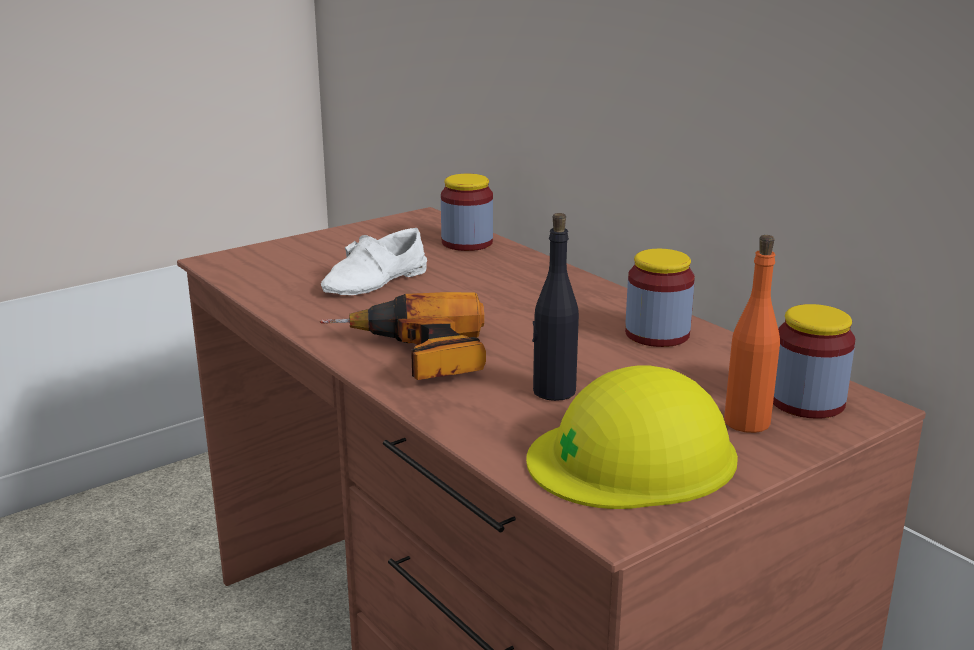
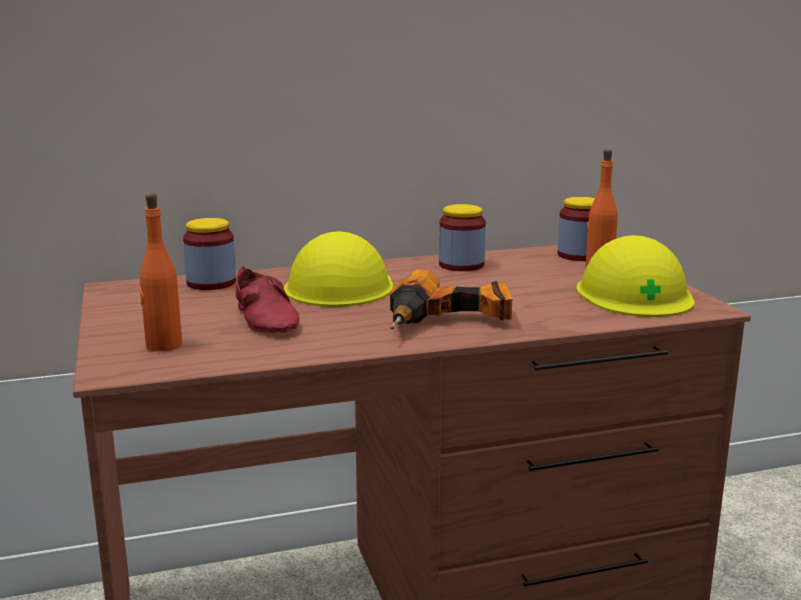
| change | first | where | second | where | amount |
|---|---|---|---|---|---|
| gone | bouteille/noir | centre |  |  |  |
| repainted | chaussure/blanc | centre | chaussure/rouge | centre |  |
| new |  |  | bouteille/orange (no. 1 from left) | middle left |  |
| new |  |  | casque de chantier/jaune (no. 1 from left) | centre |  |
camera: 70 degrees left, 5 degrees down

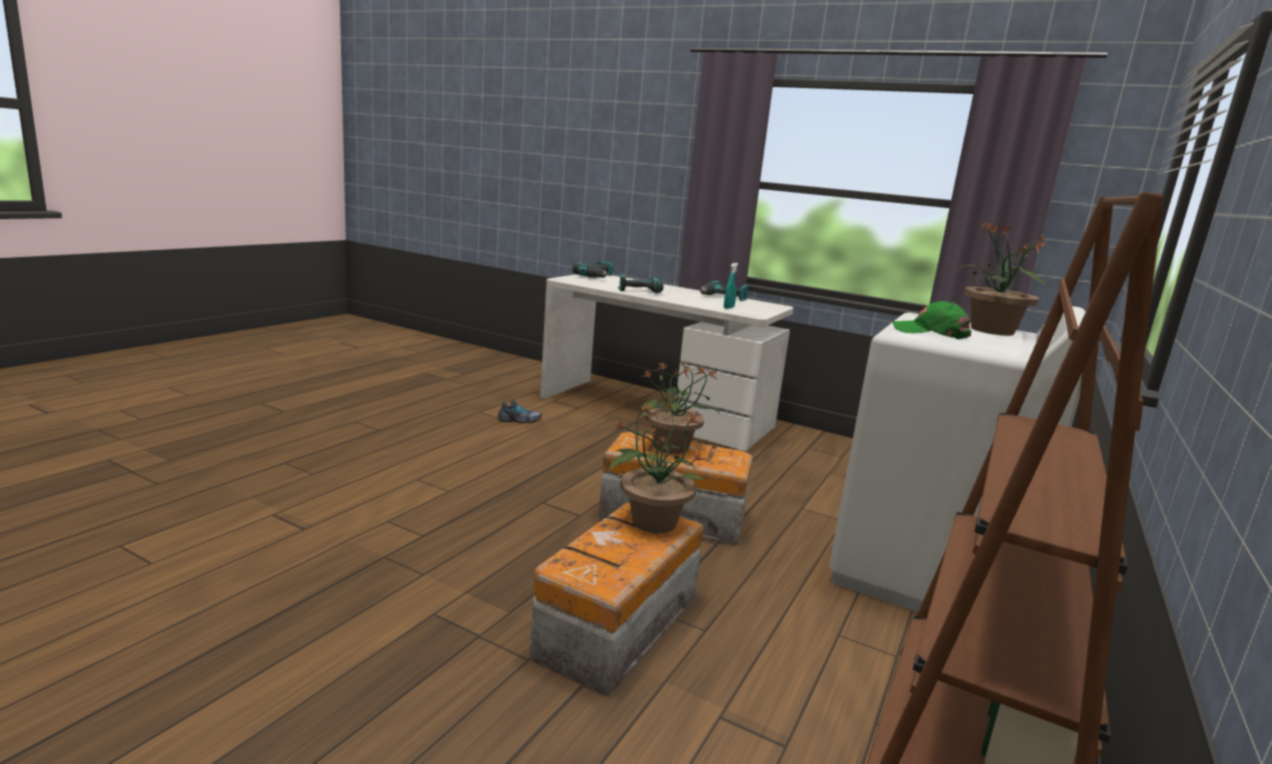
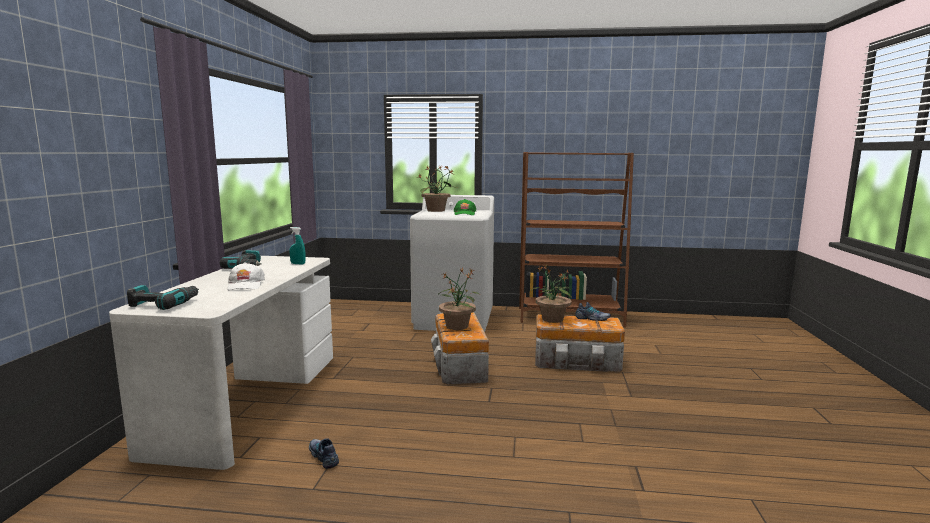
| change | first | where | second | where | amount |
|---|---|---|---|---|---|
| swapped | perceuse (no. 2 from left) | centre | casquette/blanc | middle left |  |
| new |  |  | chaussure (no. 2 from left) | centre |  |
camera: 110 degrees left, 5 degrees down

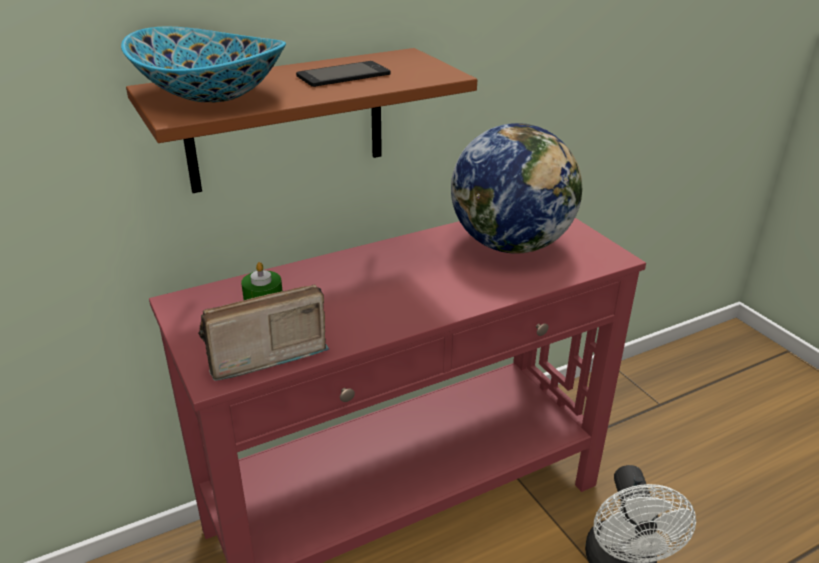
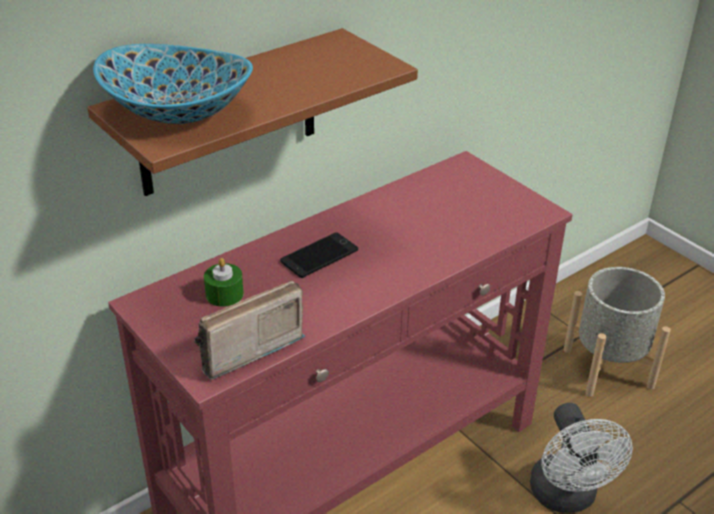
| change | first | where | second | where | amount |
|---|---|---|---|---|---|
| shifted | téléphone | top centre |  | centre |  |
| gone | globe | centre |  |  |  |
| new |  |  | cache-pot/gris | middle right |  |
camera: 10 degrees left, 5 degrees up

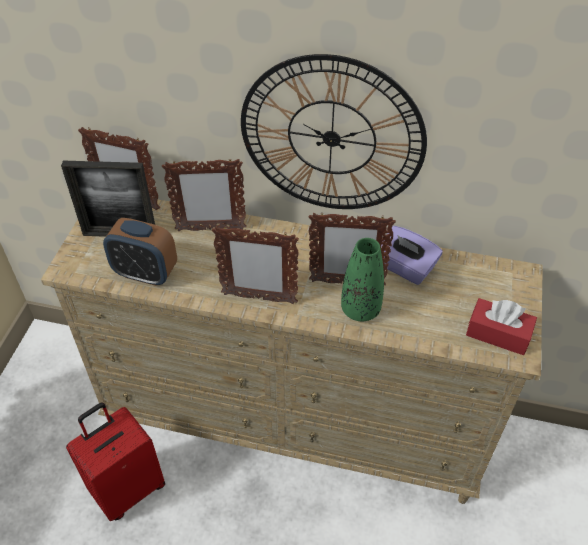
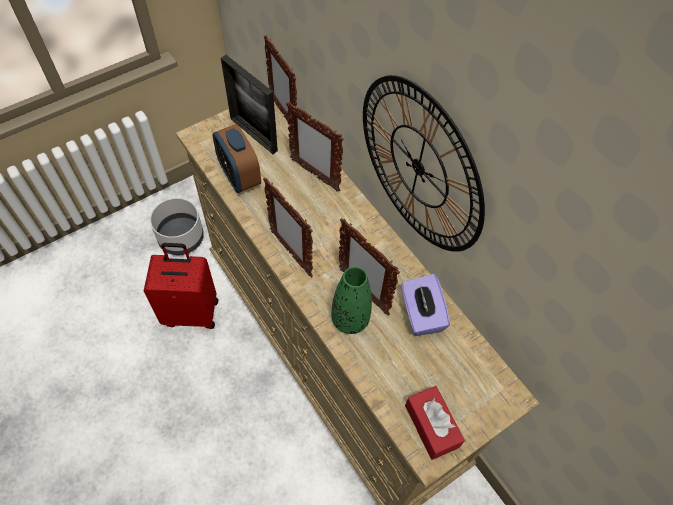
| change | first | where | second | where | amount |
|---|---|---|---|---|---|
| new |  |  | cache-pot/gris | middle left |  |
camera: 40 degrees right, 10 degrees up

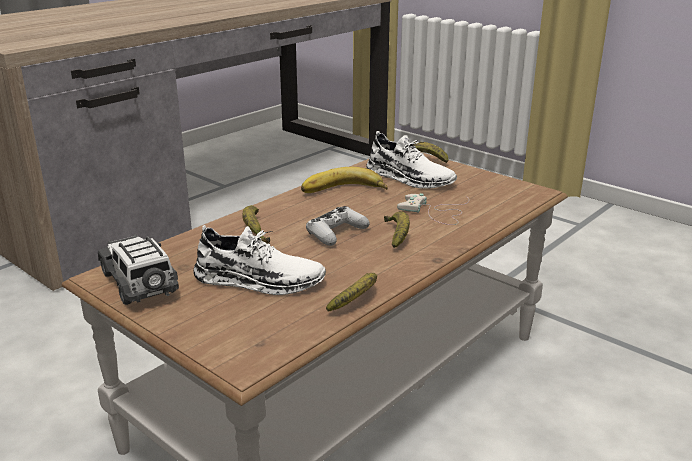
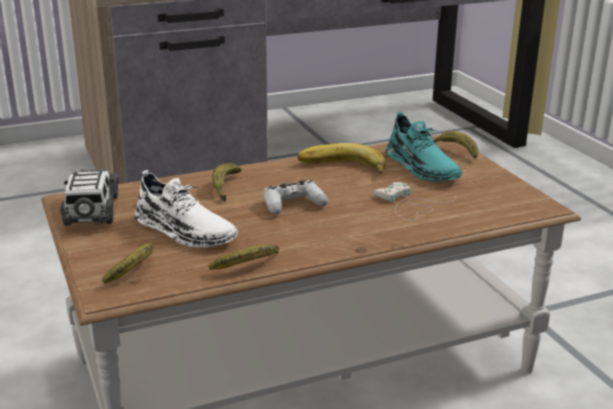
| change | first | where | second | where | amount |
|---|---|---|---|---|---|
| repainted | chaussure/blanc (no. 2 from left) | centre | chaussure/turquoise | middle right |  |
| shifted | banane (no. 4 from left in the first image) | centre | banane (no. 1 from left) | middle left |  |
camera: 25 degrees right, 0 degrees up

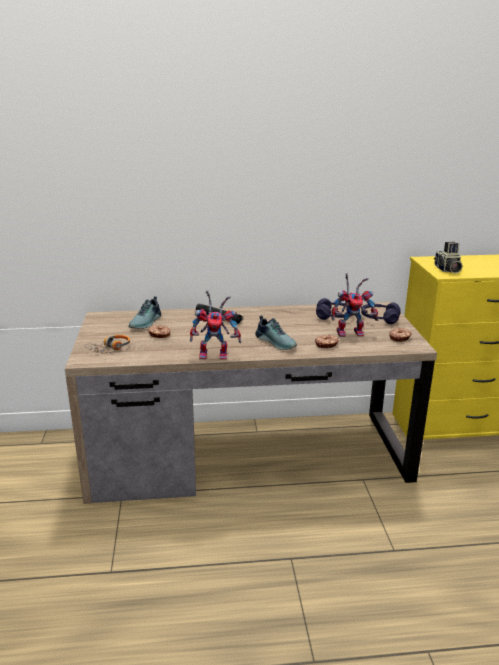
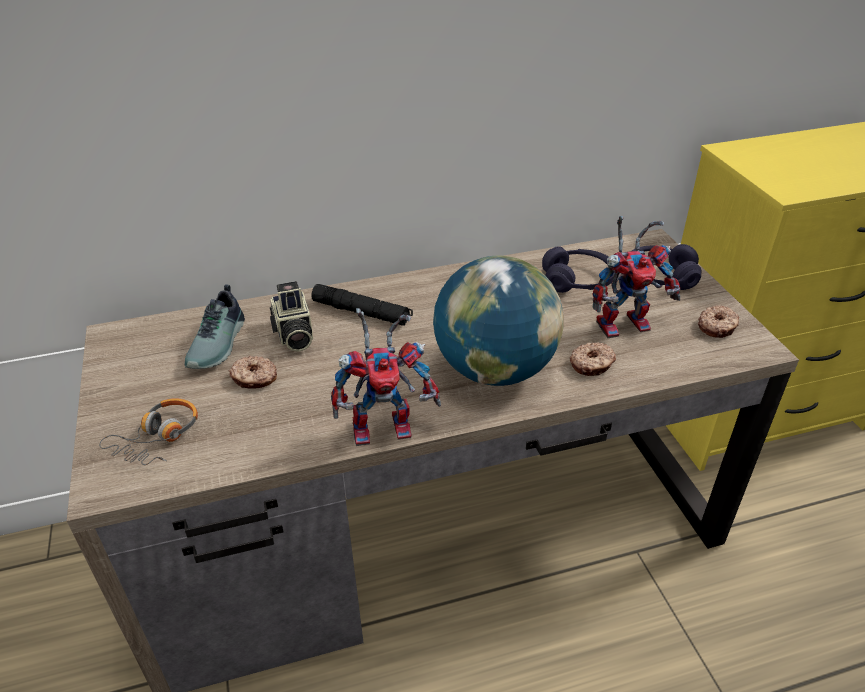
| change | first | where | second | where | amount |
|---|---|---|---|---|---|
| shifted | appareil photo | middle right |  | centre |  |
| swapped | chaussure (no. 2 from left) | centre | globe | centre |  |
camera: 10 degrees left, 15 degrees up

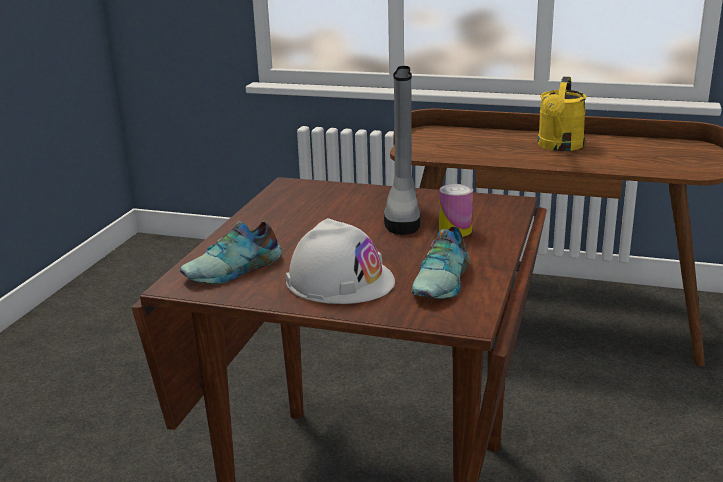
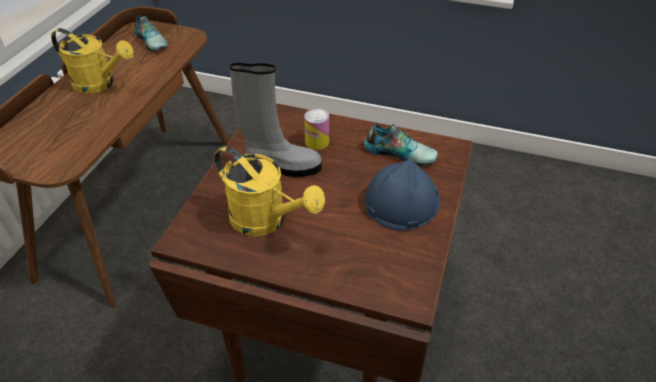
| change | first | where | second | where | amount |
|---|---|---|---|---|---|
| repainted | casque de chantier/blanc | centre | casque de chantier/bleu | centre |  |
| shifted | chaussure (no. 1 from left) | middle left |  | top left |  |
| new |  |  | arrosoir/jaune (no. 2 from left) | centre |  |
camera: 90 degrees left, 20 degrees up

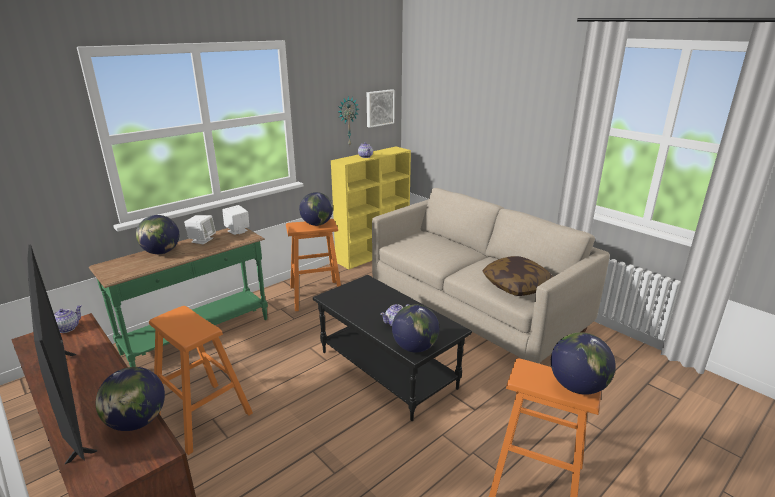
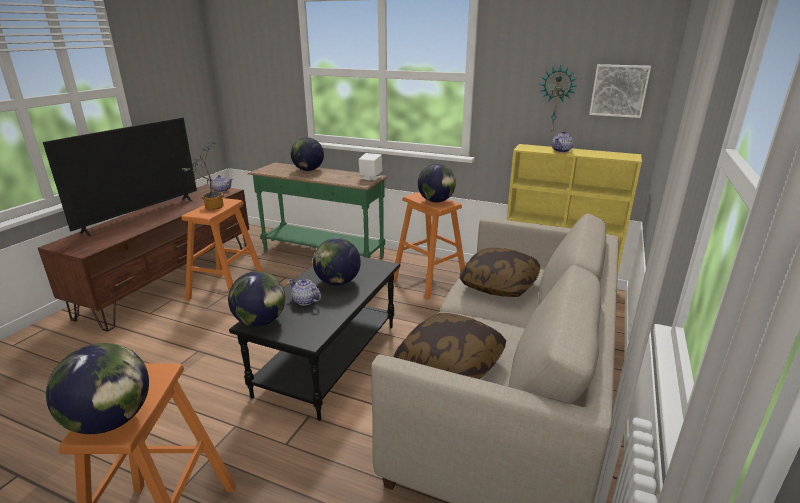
| change | first | where | second | where | amount |
|---|---|---|---|---|---|
| gone | enceinte/blanc (no. 1 from left) | middle left |  |  |  |
| shifted | globe (no. 1 from left in the first image) | bottom left | globe (no. 4 from left) | centre |  |
| new |  |  | plante en pot | middle left |  |
| new |  |  | coussin (no. 2 from left) | centre |  |
camera: 65 degrees right, 0 degrees up

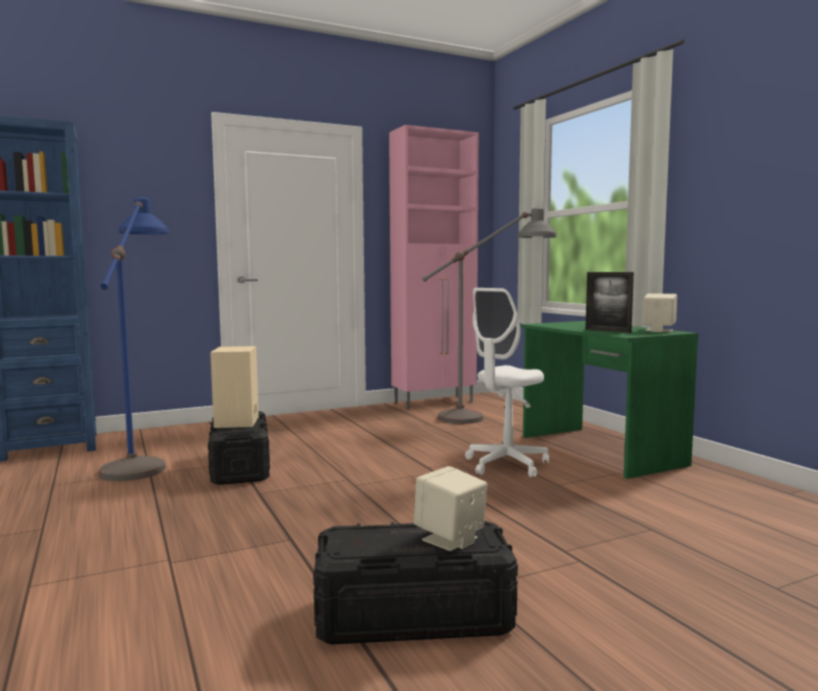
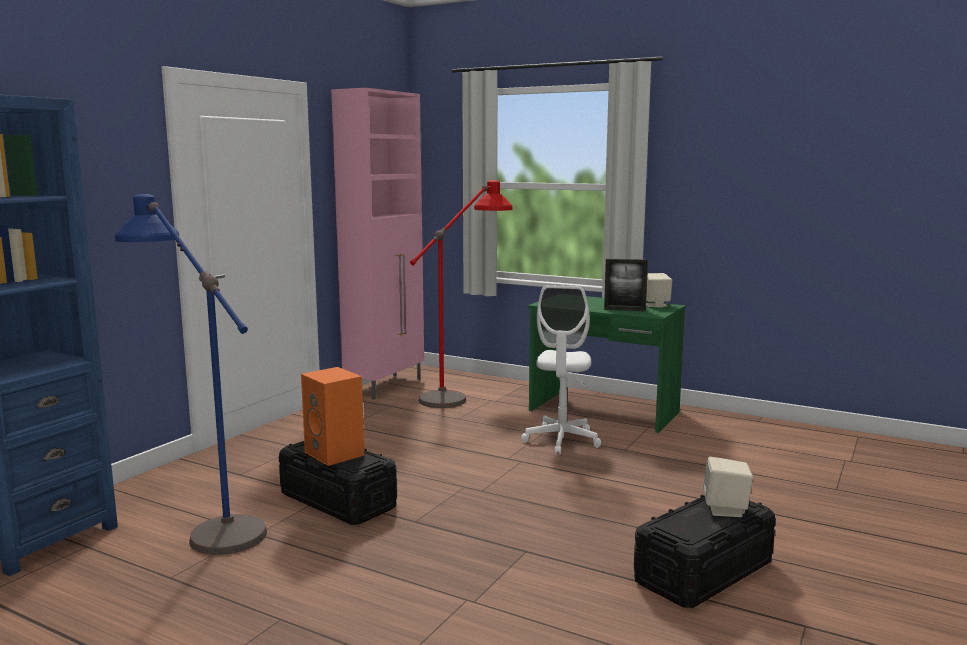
| change | first | where | second | where | amount |
|---|---|---|---|---|---|
| repainted | lampadaire/gris | centre | lampadaire/rouge | centre |  |
| repainted | enceinte/beige (no. 1 from left) | middle left | enceinte/orange | centre |  |
camera: 35 degrees left, 5 degrees up

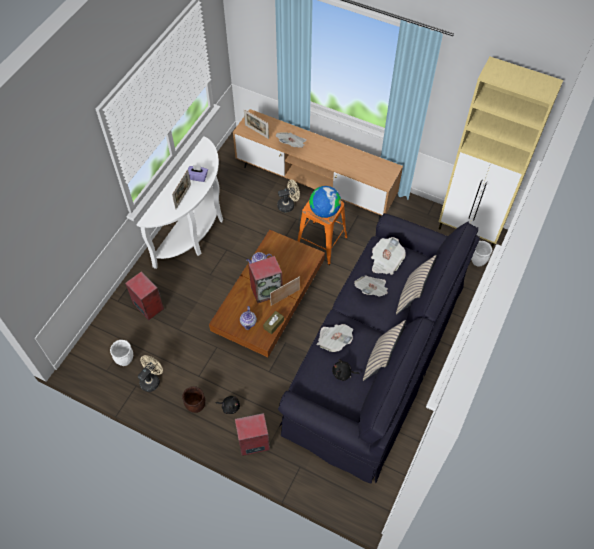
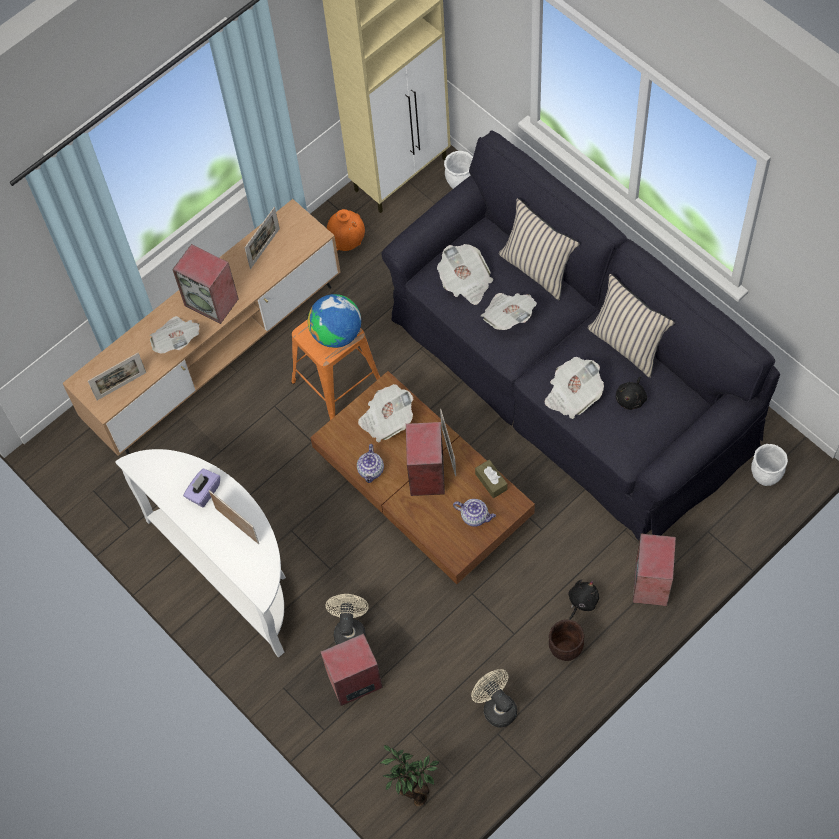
| change | first | where | second | where | amount |
|---|---|---|---|---|---|
| shifted | ventilateur/beige (no. 2 from left in the first image) | centre | ventilateur/beige (no. 1 from left) | bottom centre |  |
| shifted | cache-pot/blanc (no. 1 from left in the first image) | middle left | cache-pot/blanc (no. 2 from left) | middle right |  |
| new |  |  | cadre photo (no. 3 from left) | top left |  |
| new |  |  | vase/orange | top centre |  |
| new |  |  | enceinte (no. 1 from left) | middle left |  |
| new |  |  | journal (no. 2 from left) | centre |  |
| new |  |  | plante en pot | bottom centre |  |
camera: 65 degrees left, 5 degrees up

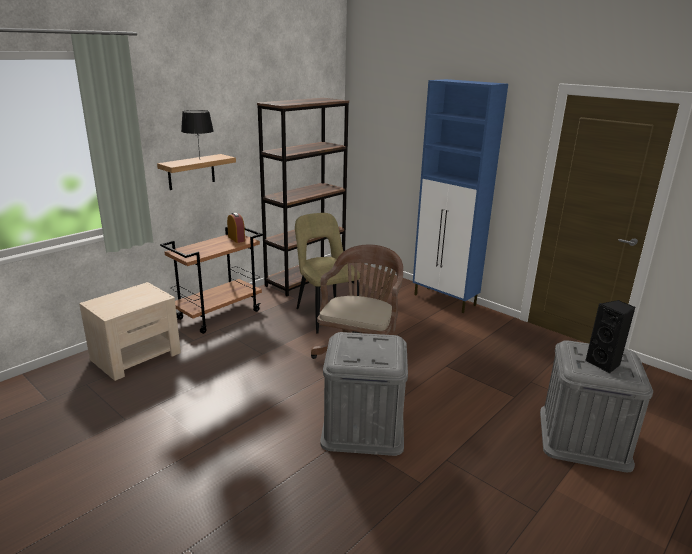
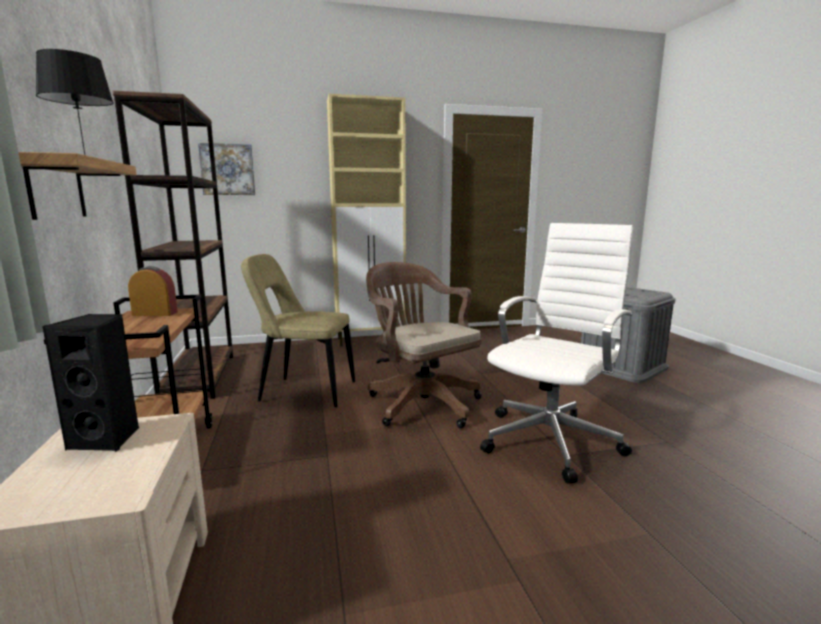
| change | first | where | second | where | amount |
|---|---|---|---|---|---|
| repainted | meuble de rangement/bleu | centre | meuble de rangement/beige | centre |  |
| shifted | enceinte/noir | middle right |  | middle left |  |
| swapped | boîte de rangement/gris (no. 1 from left) | bottom centre | chaise de bureau/blanc | middle right |  |
| new |  |  | tableau | top left |  |
camera: 55 degrees left, 10 degrees down

